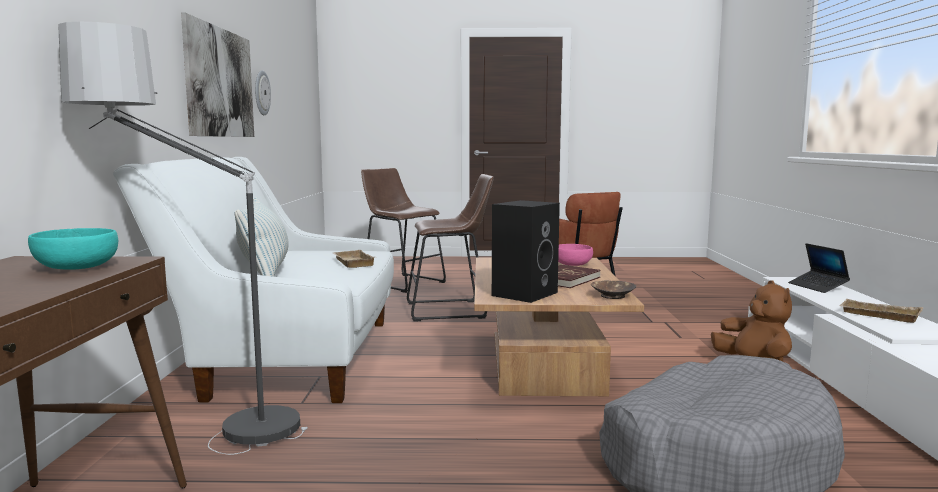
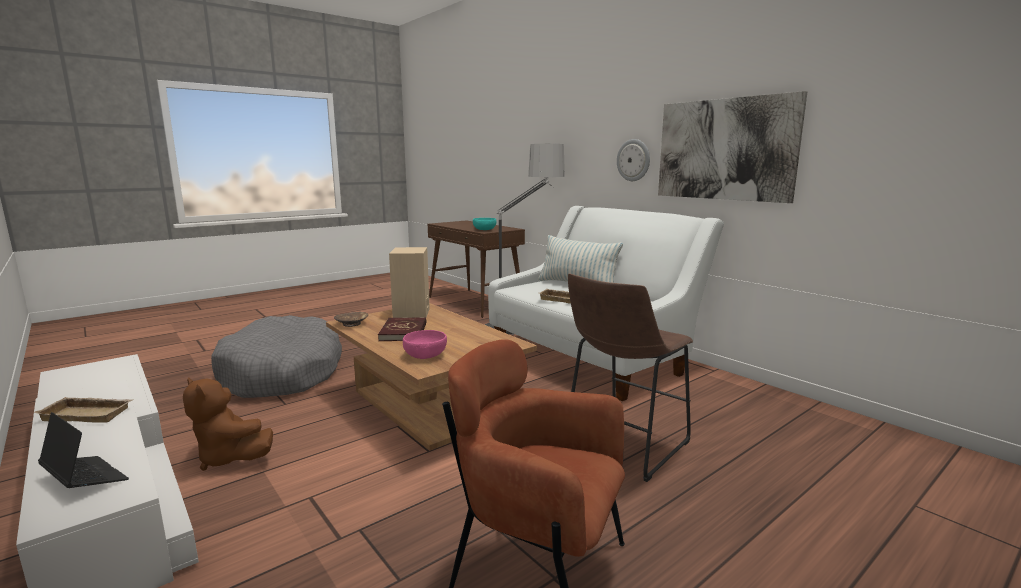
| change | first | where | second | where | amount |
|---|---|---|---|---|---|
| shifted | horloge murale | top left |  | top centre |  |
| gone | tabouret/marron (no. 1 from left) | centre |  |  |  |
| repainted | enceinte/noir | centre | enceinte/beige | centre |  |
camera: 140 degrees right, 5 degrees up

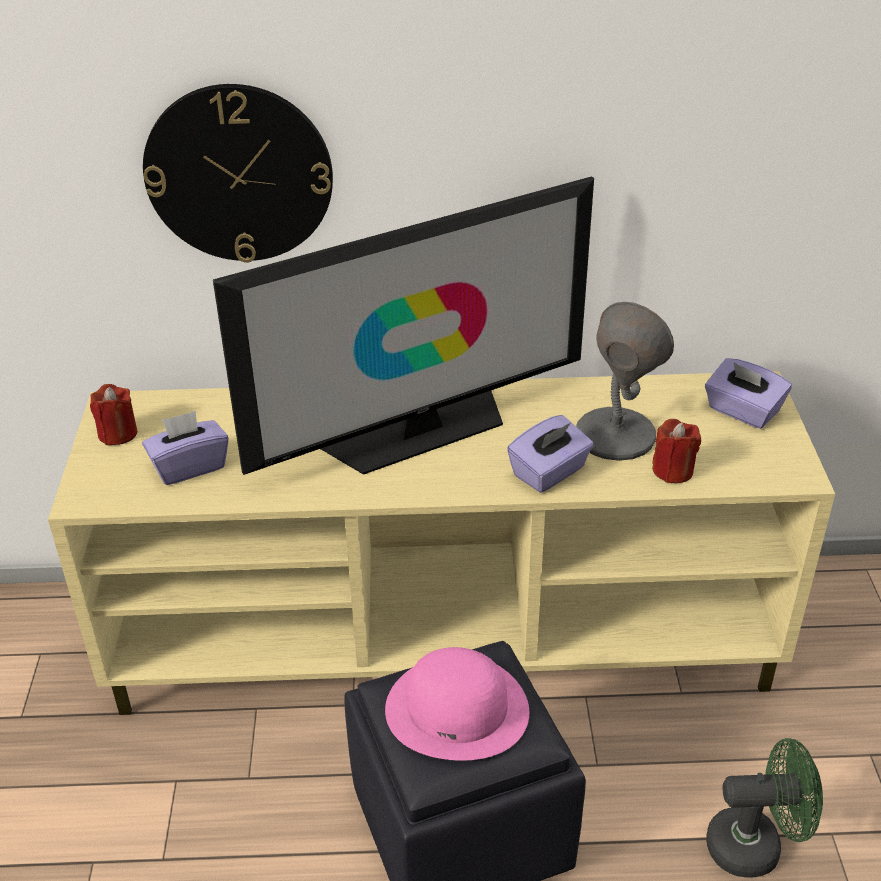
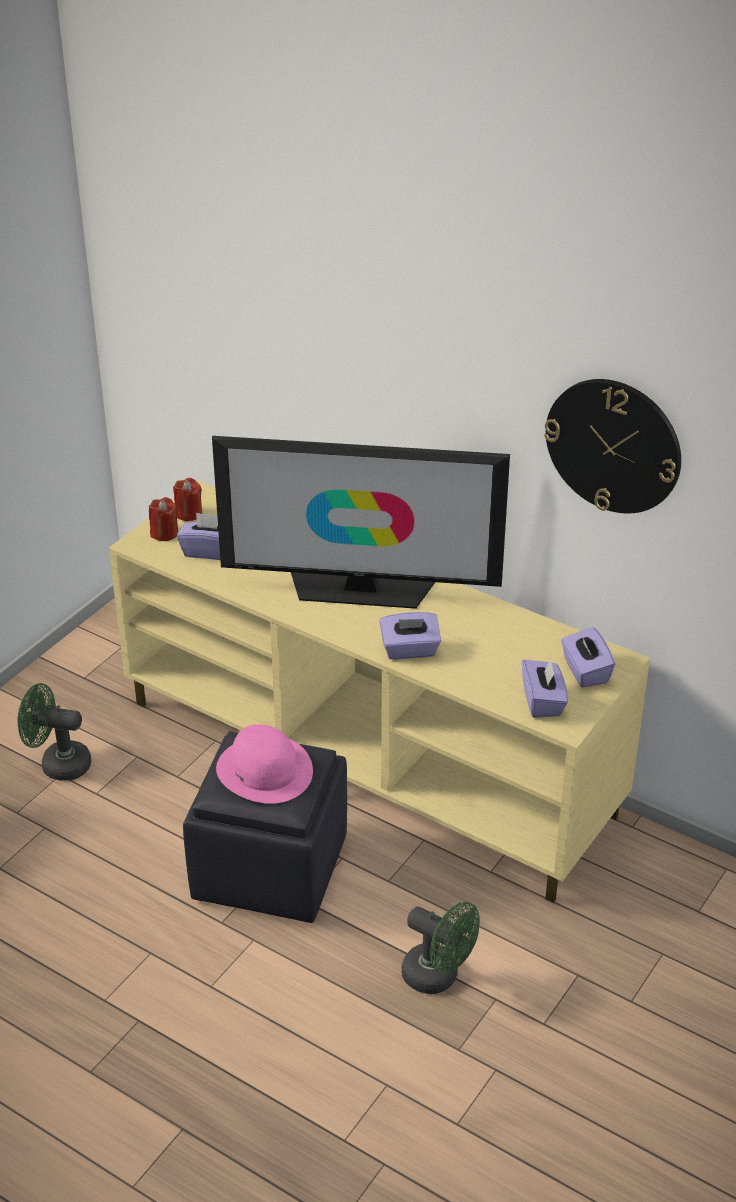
| change | first | where | second | where | amount |
|---|---|---|---|---|---|
| shifted | horloge murale | top left |  | middle right |  |
| gone | lampe de table/gris | middle right |  |  |  |
| shifted | bougie/rouge (no. 2 from left in the first image) | middle right | bougie/rouge (no. 1 from left) | middle left |  |
| new |  |  | boîte à mouchoirs/violet (no. 3 from left) | middle right |  |
| new |  |  | ventilateur/vert (no. 1 from left) | middle left |  |
camera: 35 degrees right, 0 degrees up

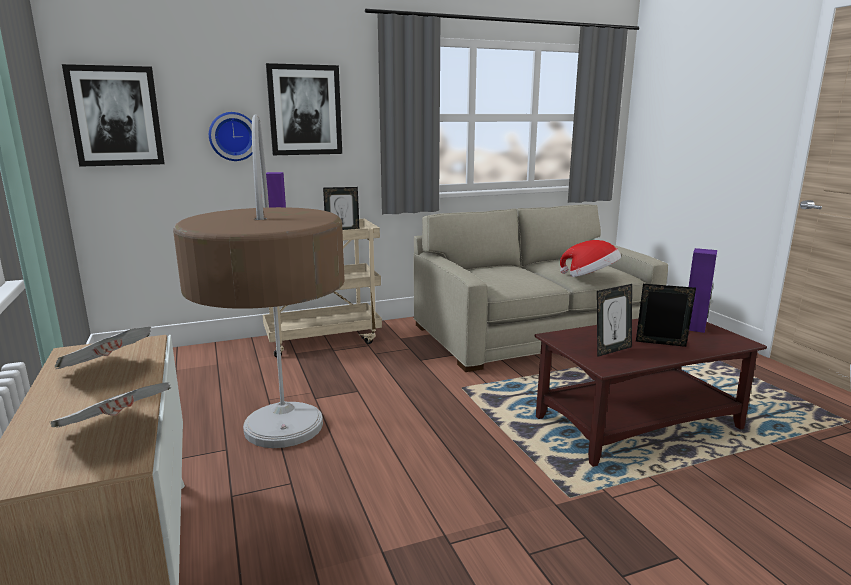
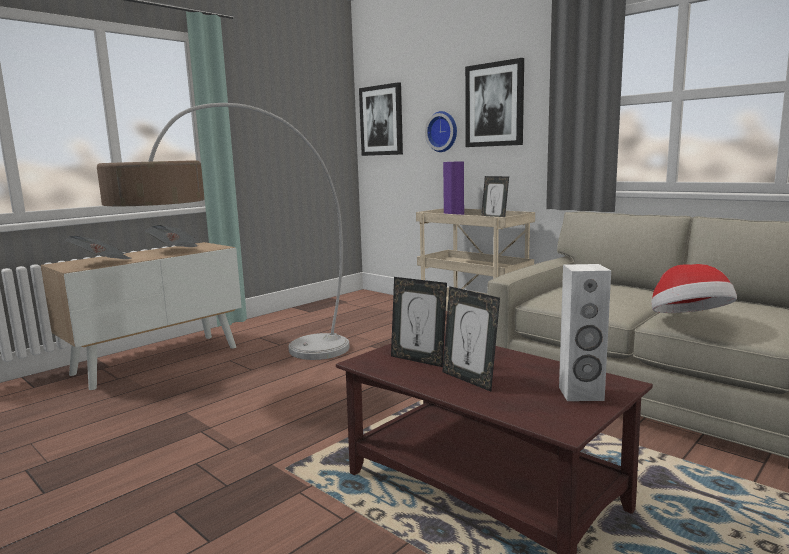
| change | first | where | second | where | amount |
|---|---|---|---|---|---|
| repainted | enceinte/violet (no. 2 from left) | middle right | enceinte/blanc | middle right |  |
| rotated | cadre photo (no. 3 from left in the first image) | middle right | cadre photo (no. 2 from left) | centre | 150 degrees clockwise |
camera: 65 degrees right, 5 degrees down

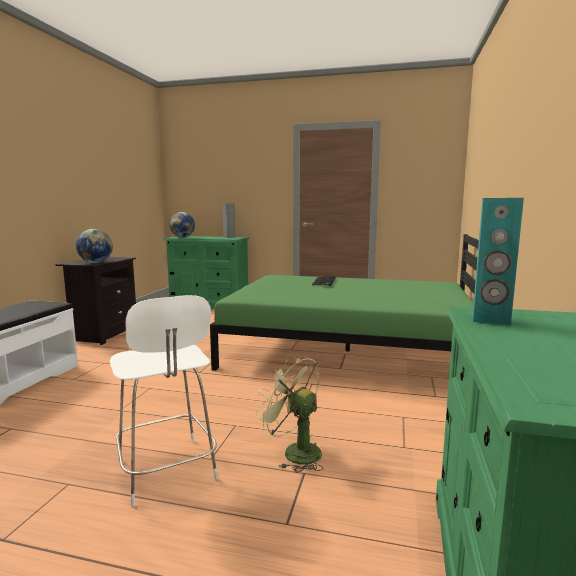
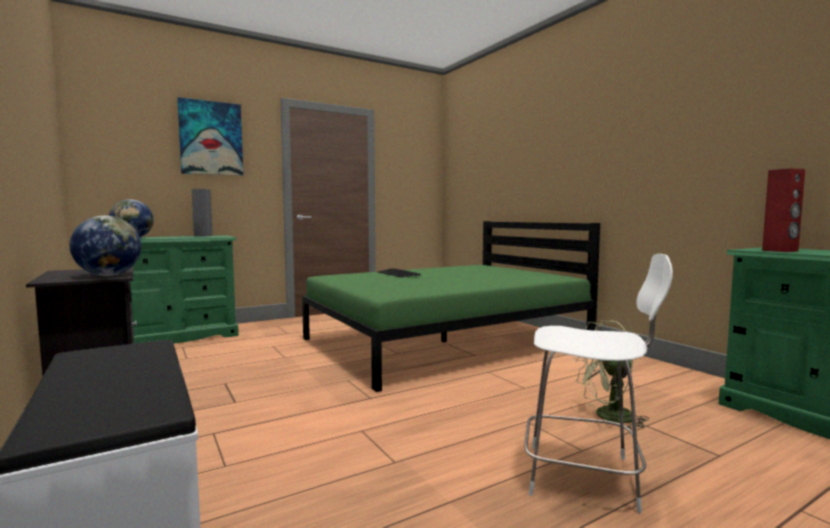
| change | first | where | second | where | amount |
|---|---|---|---|---|---|
| repainted | enceinte/turquoise | middle right | enceinte/rouge | middle right |  |
| new |  |  | tableau | top left |  |
camera: 45 degrees left, 5 degrees down

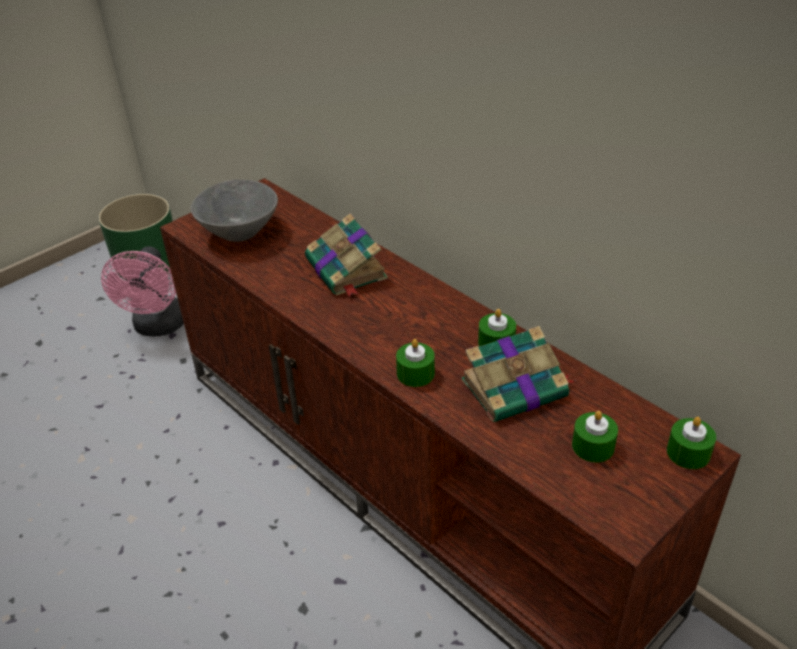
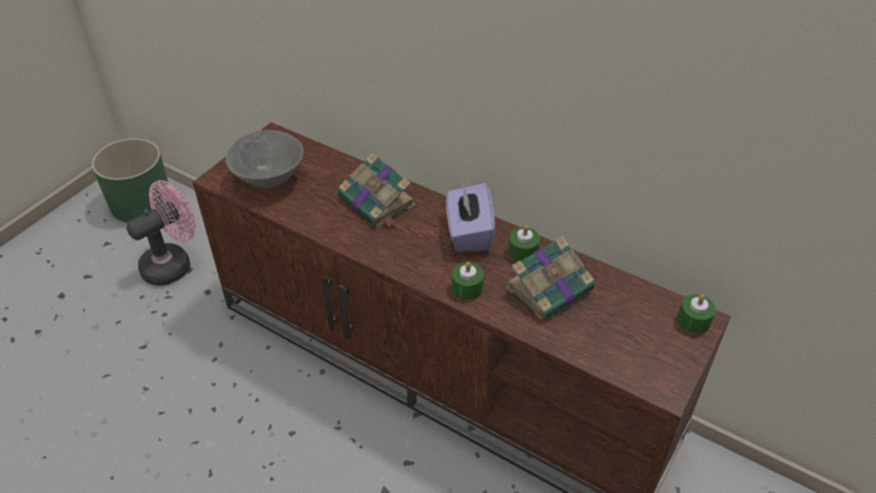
| change | first | where | second | where | amount |
|---|---|---|---|---|---|
| rotated | ventilateur/rose | middle left |  | middle left | 120 degrees counterclockwise |
| gone | bougie/vert (no. 3 from left) | bottom right |  |  |  |
| new |  |  | boîte à mouchoirs/violet | centre |  |
camera: 15 degrees left, 5 degrees up

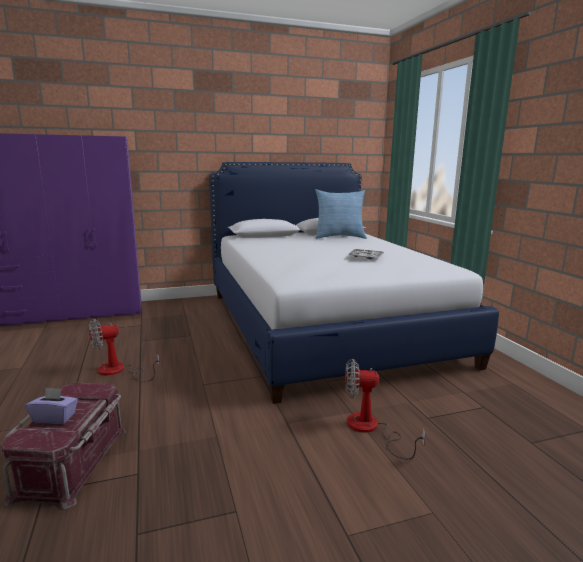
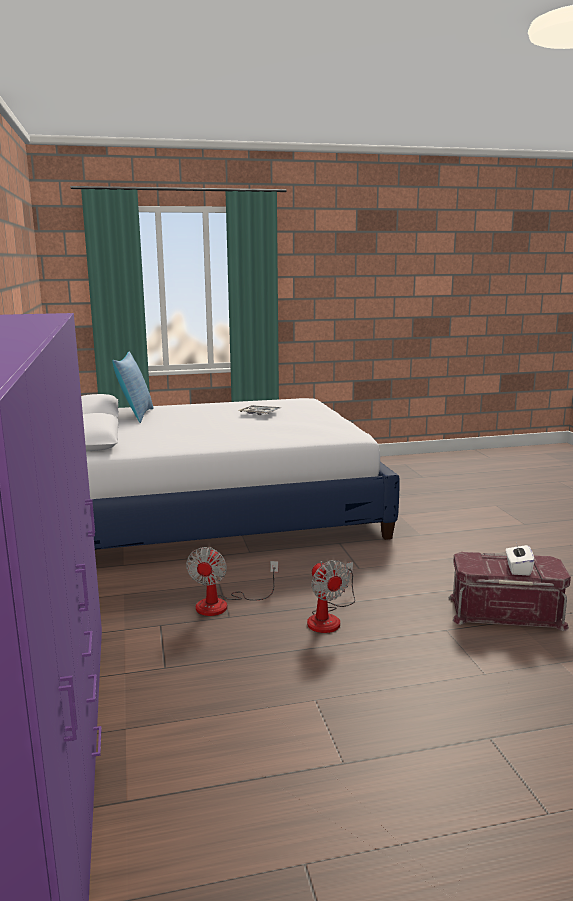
| change | first | where | second | where | amount |
|---|---|---|---|---|---|
| shifted | ventilateur (no. 2 from left in the first image) | bottom centre | ventilateur (no. 1 from left) | centre |  |
| repainted | boîte à mouchoirs/violet | bottom left | boîte à mouchoirs/blanc | middle right |  |
camera: 85 degrees left, 0 degrees up

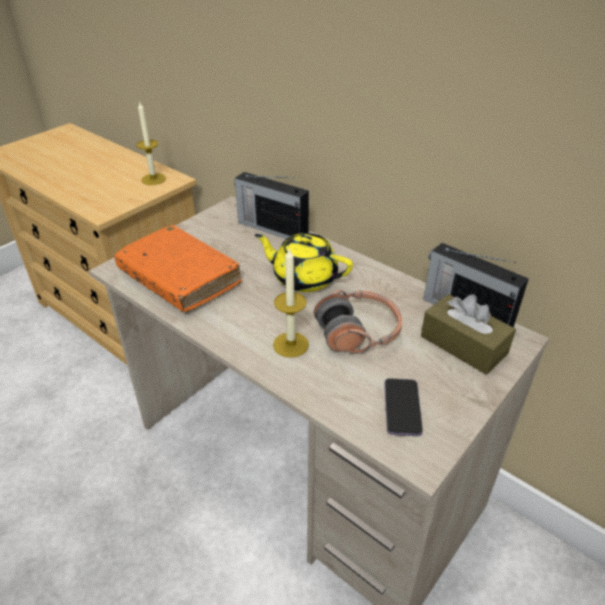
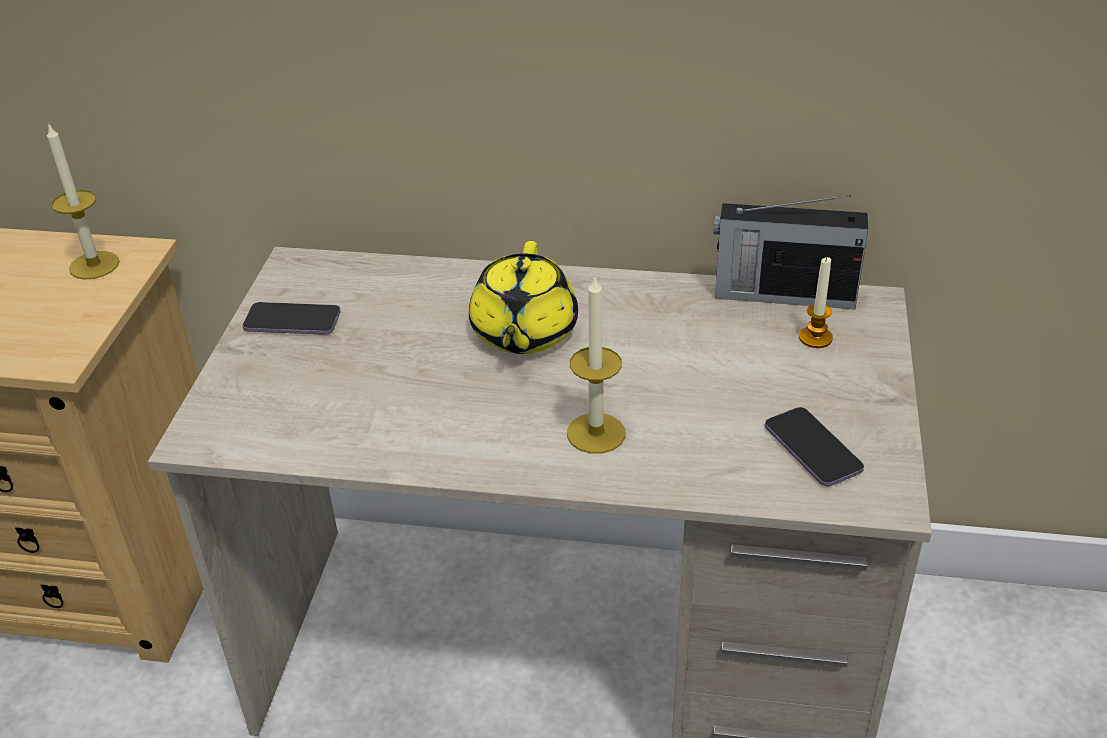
| change | first | where | second | where | amount |
|---|---|---|---|---|---|
| gone | radio (no. 1 from left) | centre |  |  |  |
| gone | livre/orange | middle left |  |  |  |
| rotated | théière/jaune | centre |  | centre | 75 degrees counterclockwise |
| gone | casque audio | centre |  |  |  |
| swapped | boîte à mouchoirs/marron | middle right | bougie (no. 3 from left) | middle right |  |
| new |  |  | téléphone (no. 1 from left) | middle left |  |
camera: 30 degrees left, 0 degrees up

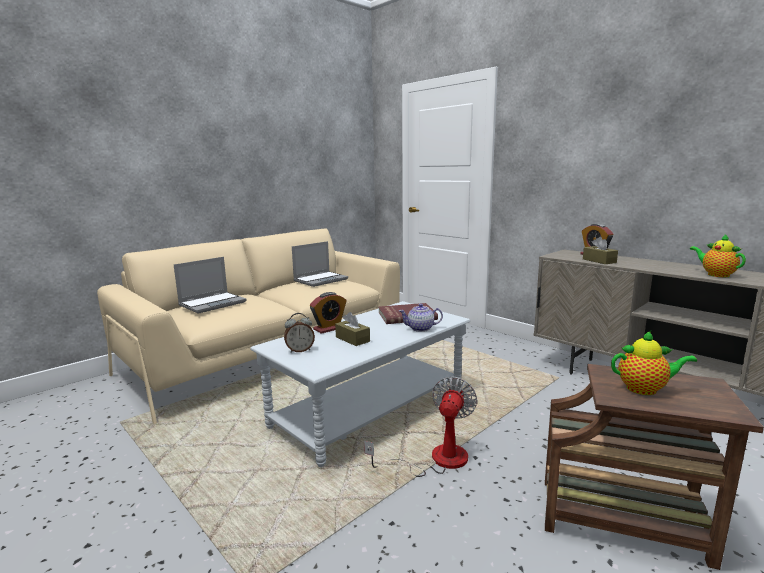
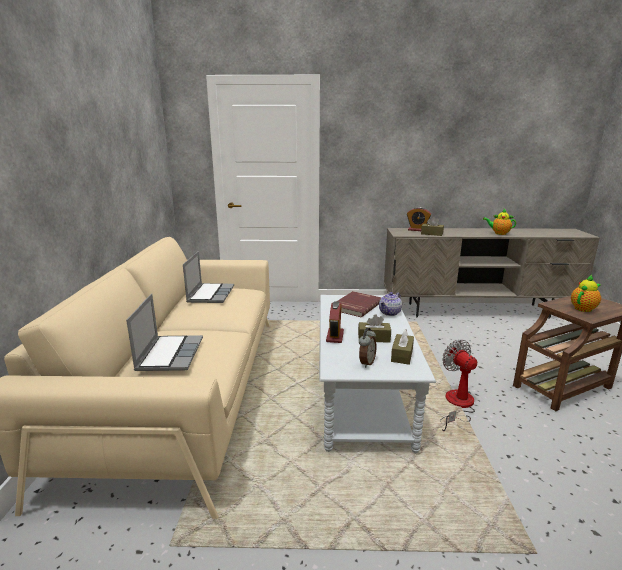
| change | first | where | second | where | amount |
|---|---|---|---|---|---|
| new |  |  | boîte à mouchoirs/marron (no. 2 from left) | centre |  |
camera: 45 degrees left, 5 degrees up

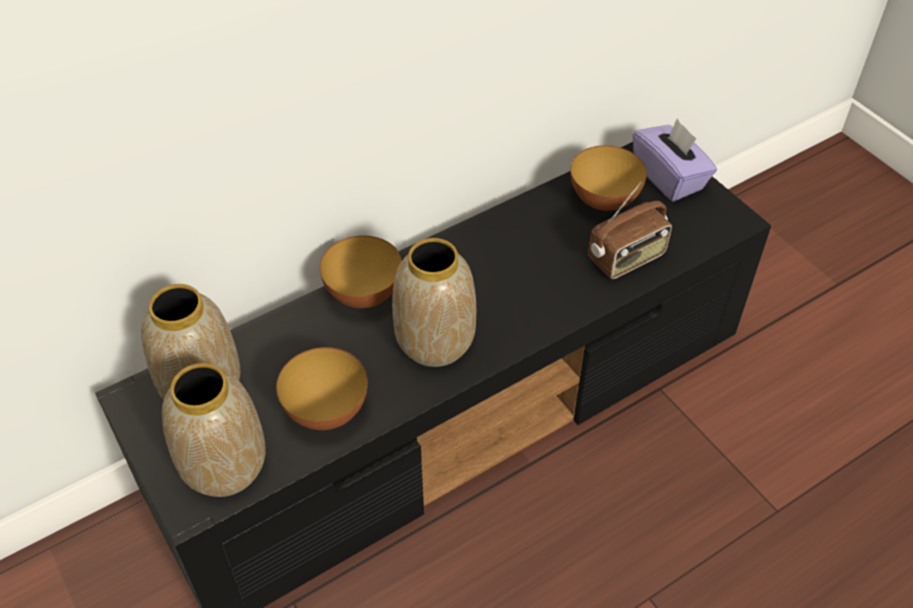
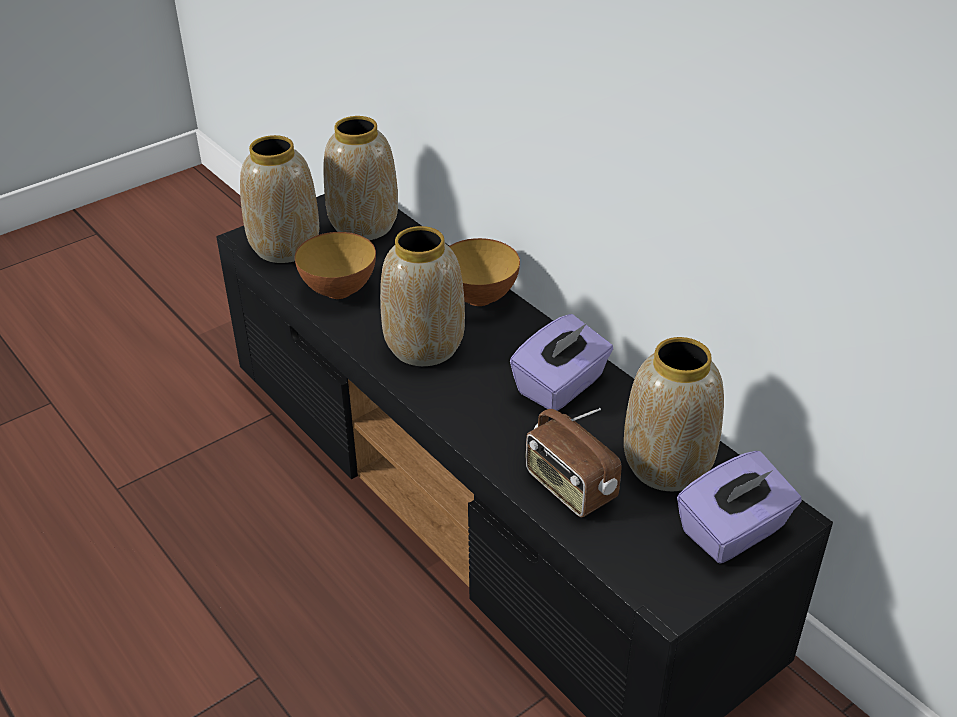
| change | first | where | second | where | amount |
|---|---|---|---|---|---|
| swapped | bol (no. 3 from left) | top centre | vase (no. 4 from left) | middle right |  |
| new |  |  | boîte à mouchoirs/violet (no. 1 from left) | centre |  |
camera: 85 degrees right, 10 degrees down

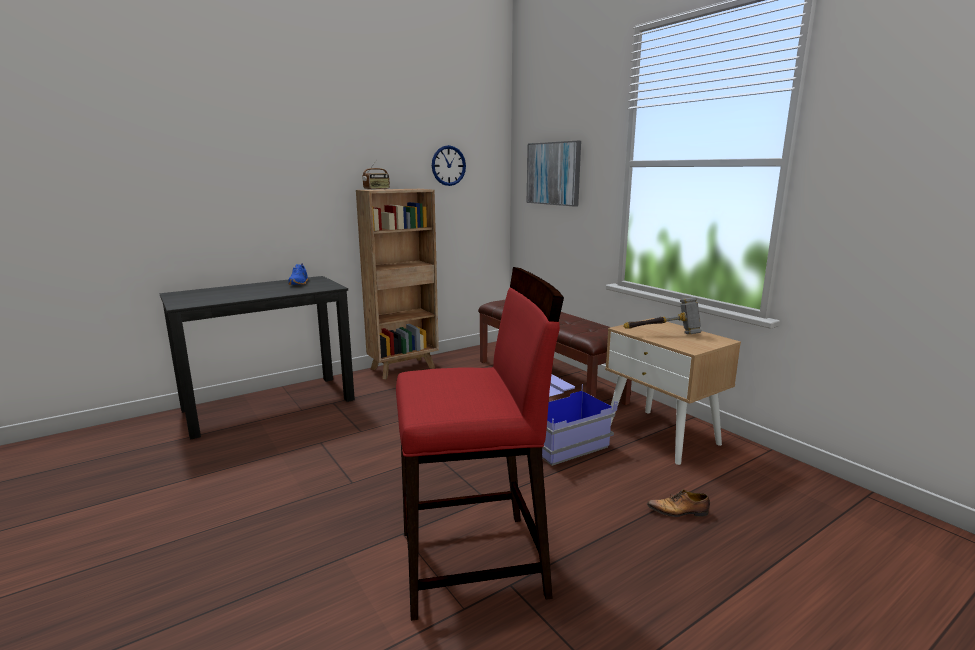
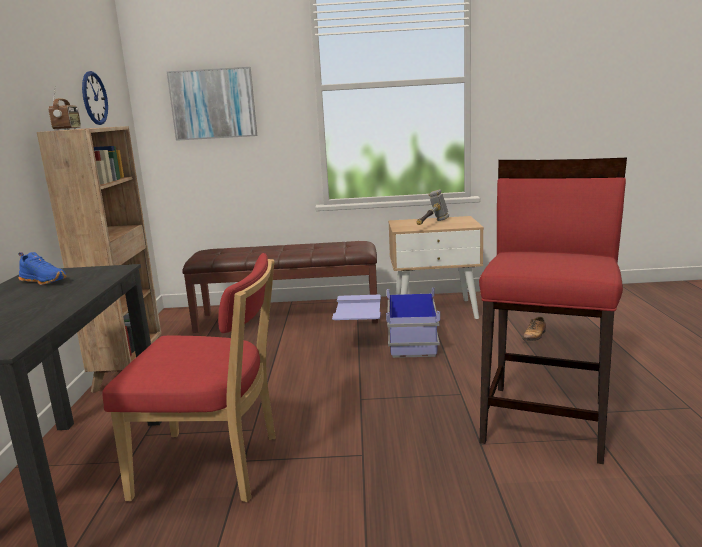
| change | first | where | second | where | amount |
|---|---|---|---|---|---|
| new |  |  | chaise/rouge | bottom left |  |
camera: 55 degrees left, 0 degrees up

